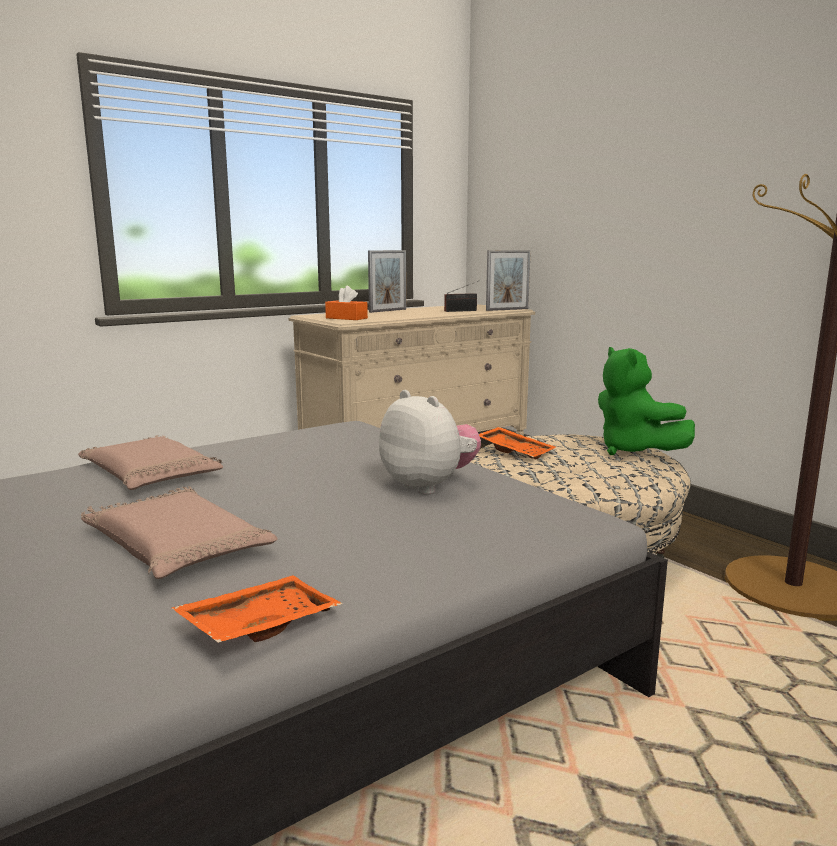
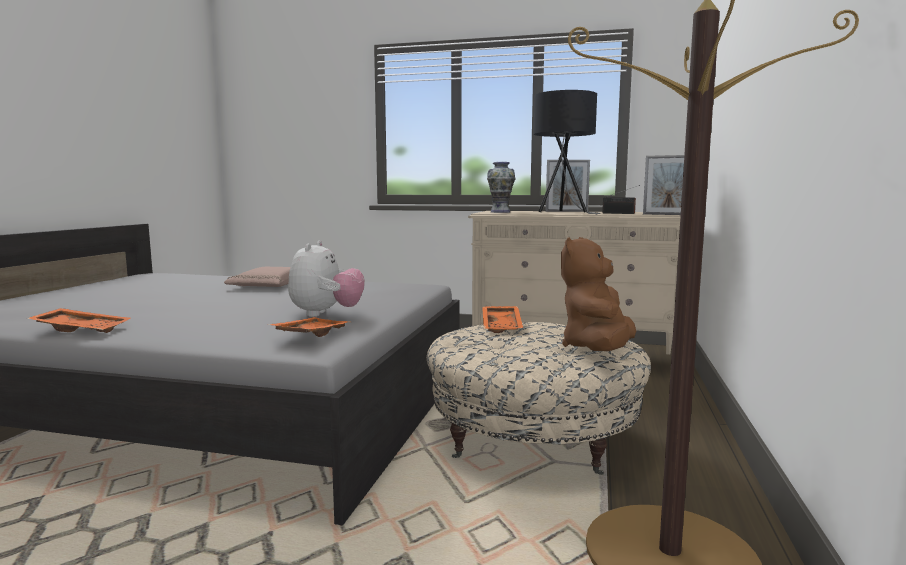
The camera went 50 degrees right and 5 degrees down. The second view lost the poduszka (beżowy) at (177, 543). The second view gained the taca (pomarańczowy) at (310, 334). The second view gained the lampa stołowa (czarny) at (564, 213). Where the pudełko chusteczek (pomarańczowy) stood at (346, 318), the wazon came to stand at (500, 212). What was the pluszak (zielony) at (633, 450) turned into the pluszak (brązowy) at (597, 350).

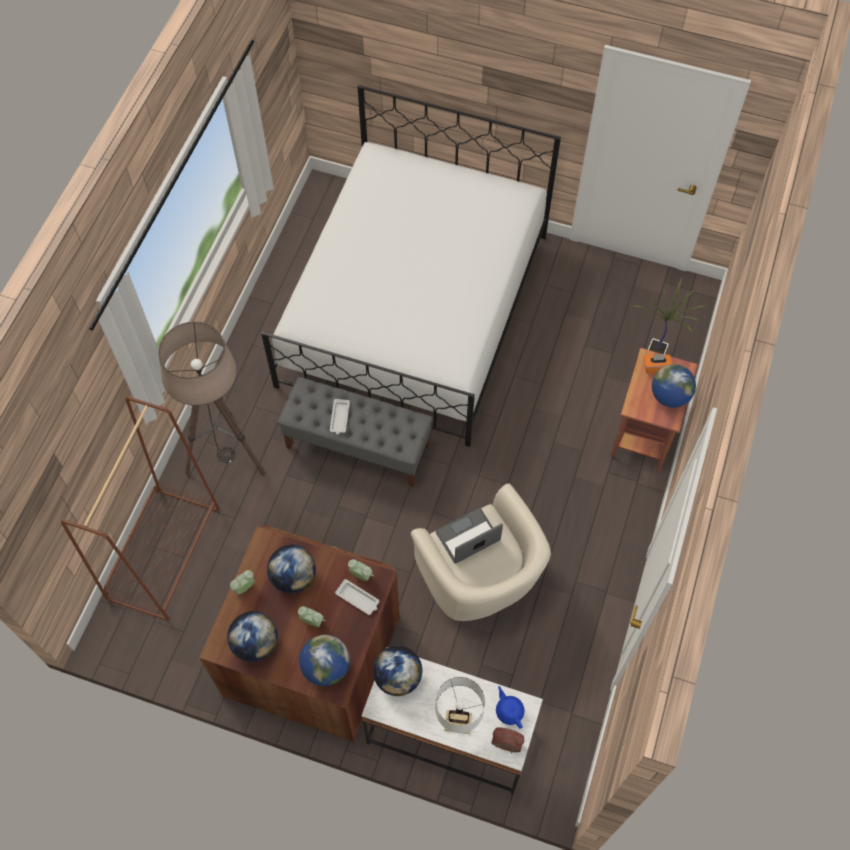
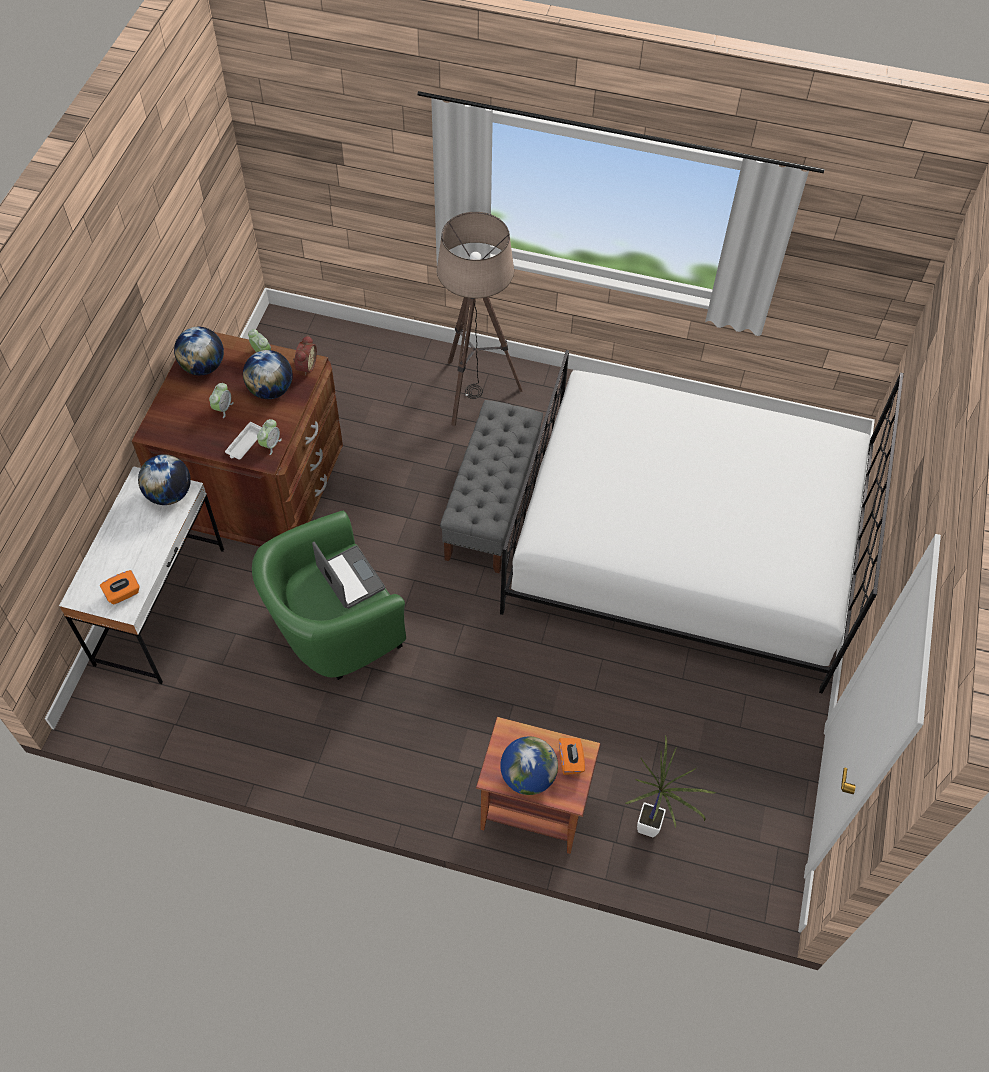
The camera went 85 degrees right and 5 degrees down. The second view lost the wieszak (brązowy) at (164, 554). The second view lost the globus at (326, 667). The second view lost the taca (biały) at (339, 418). The second view lost the lampa stołowa (biały) at (458, 722). The budzik ended up elsewhere, having gone from (506, 745) to (305, 366). Where the imbryk (niebieski) stood at (509, 711), the pudełko chusteczek (pomarańczowy) came to stand at (123, 593). What was the fotel (beżowy) at (480, 580) turned into the fotel (zielony) at (333, 629).

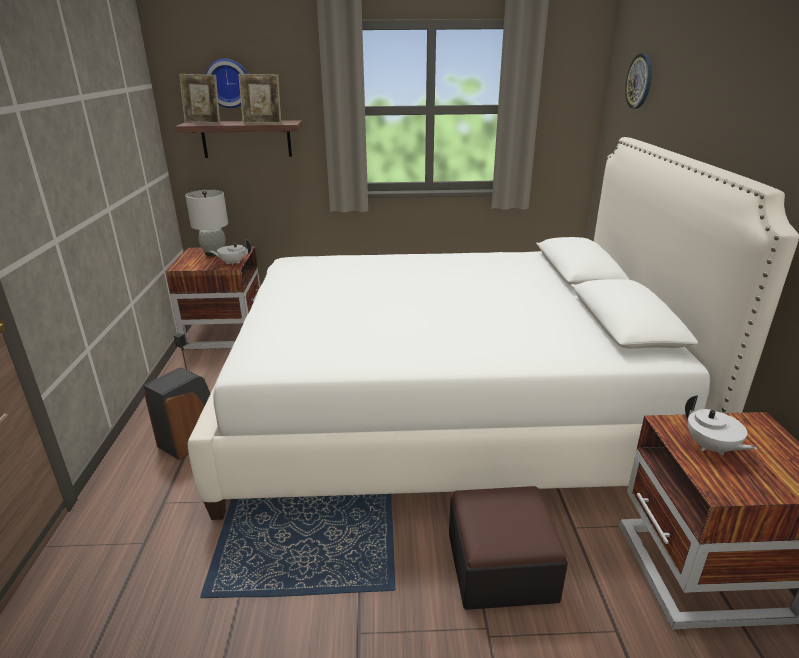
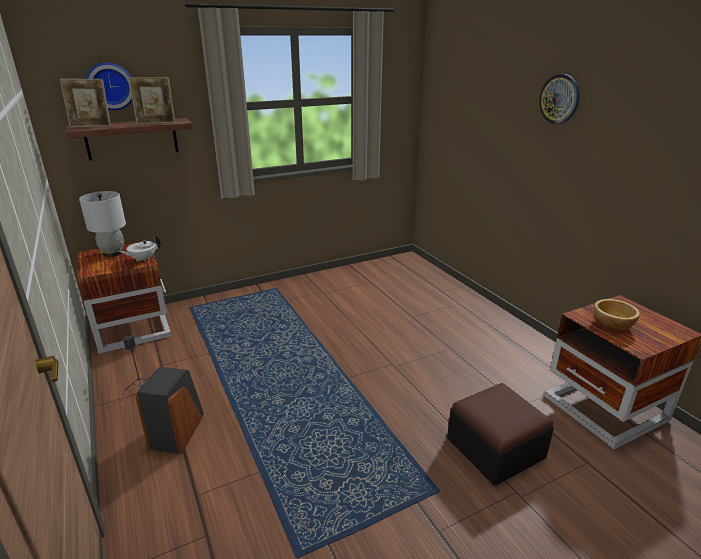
The camera went 25 degrees left and 0 degrees up. The second view lost the łóżko (biały) at (444, 410). The zegar ścienny ended up elsewhere, having gone from (639, 81) to (559, 99). Where the imbryk (biały) stood at (710, 448), the miska came to stand at (613, 324).

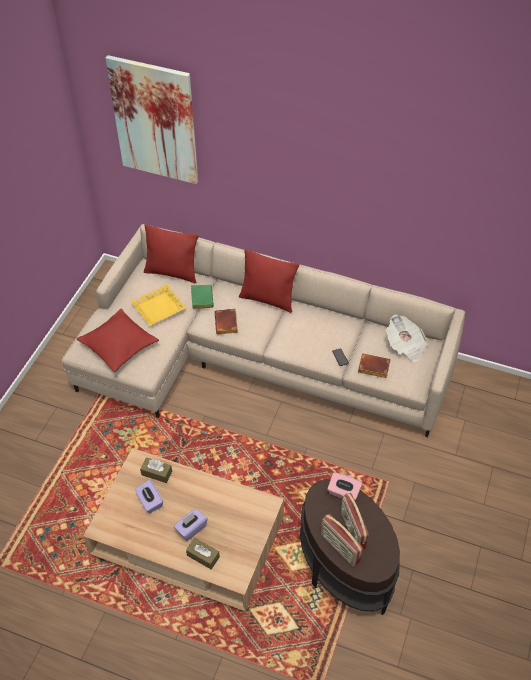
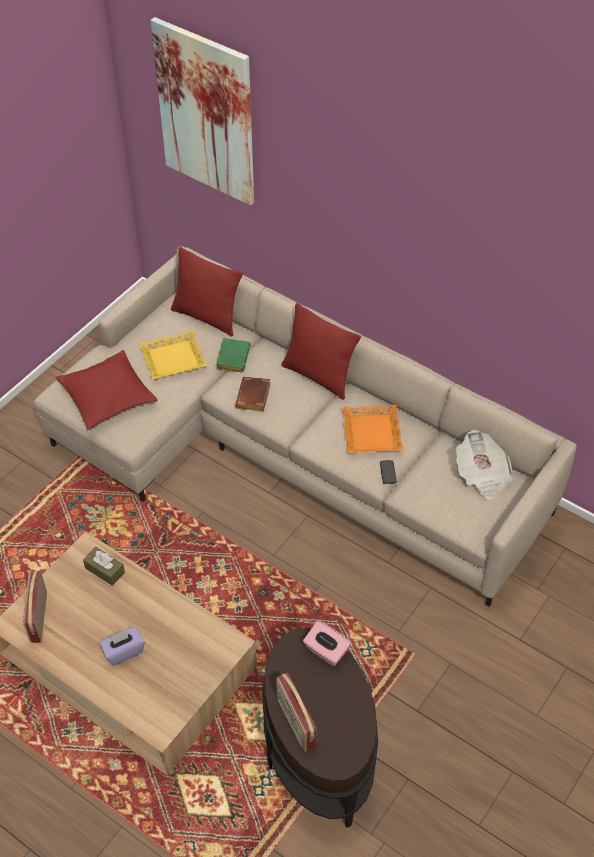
The camera went 15 degrees right and 0 degrees up. The second view lost the pudełko chusteczek (fioletowy) at (150, 502). The second view lost the pudełko chusteczek (brązowy) at (203, 556). The second view lost the książka (brązowy) at (372, 368). The second view gained the taca (pomarańczowy) at (372, 433). The radio ended up elsewhere, having gone from (352, 529) to (38, 617).

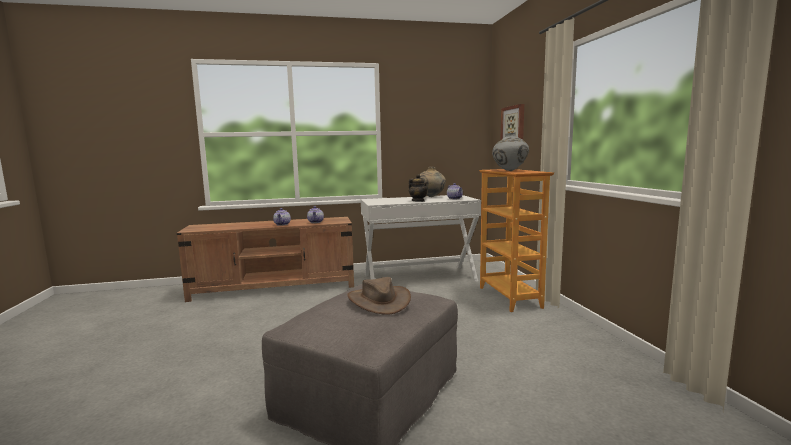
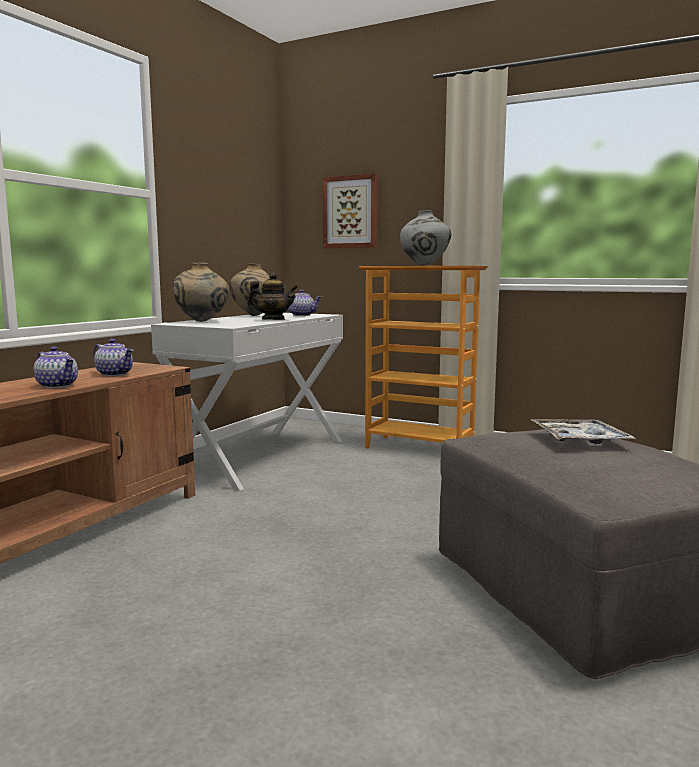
The camera went 50 degrees left and 0 degrees up. The second view gained the wazon (beżowy) at (202, 321). Where the kapelusz (brązowy) stood at (379, 301), the taca came to stand at (579, 440).

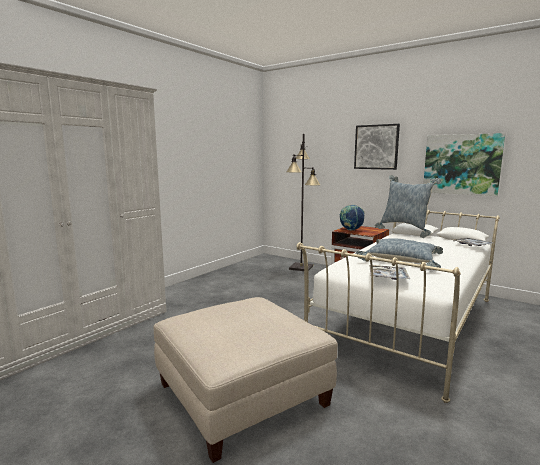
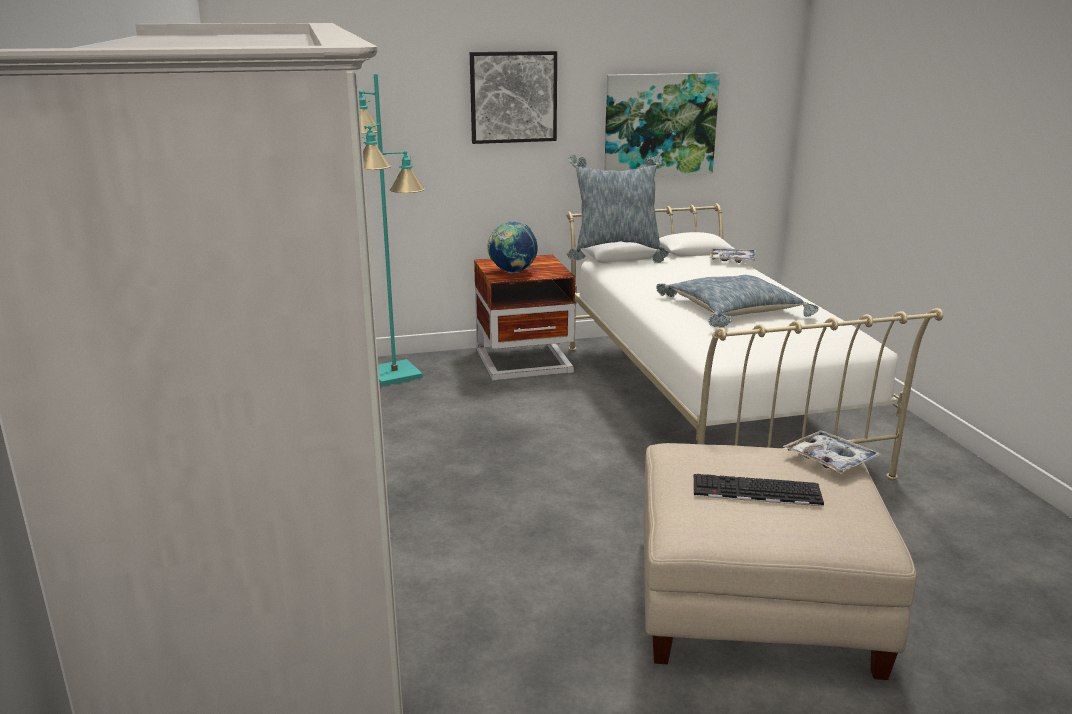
The camera went 50 degrees left and 10 degrees up. The second view gained the klawiatura at (755, 491). The taca ended up elsewhere, having gone from (388, 277) to (830, 459). What was the lampa stojąca (czarny) at (301, 267) turned into the lampa stojąca (turkusowy) at (395, 374).

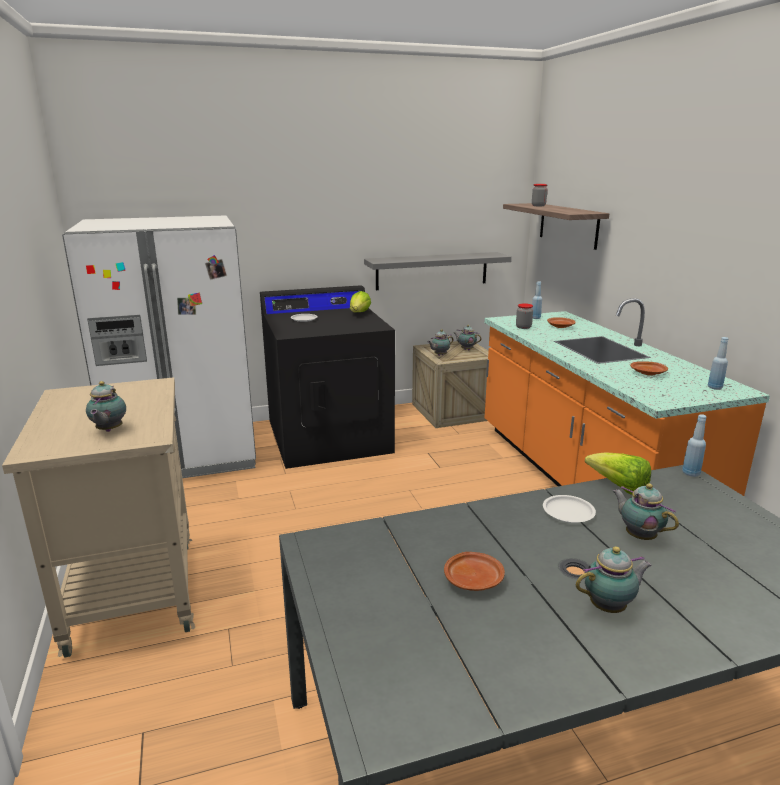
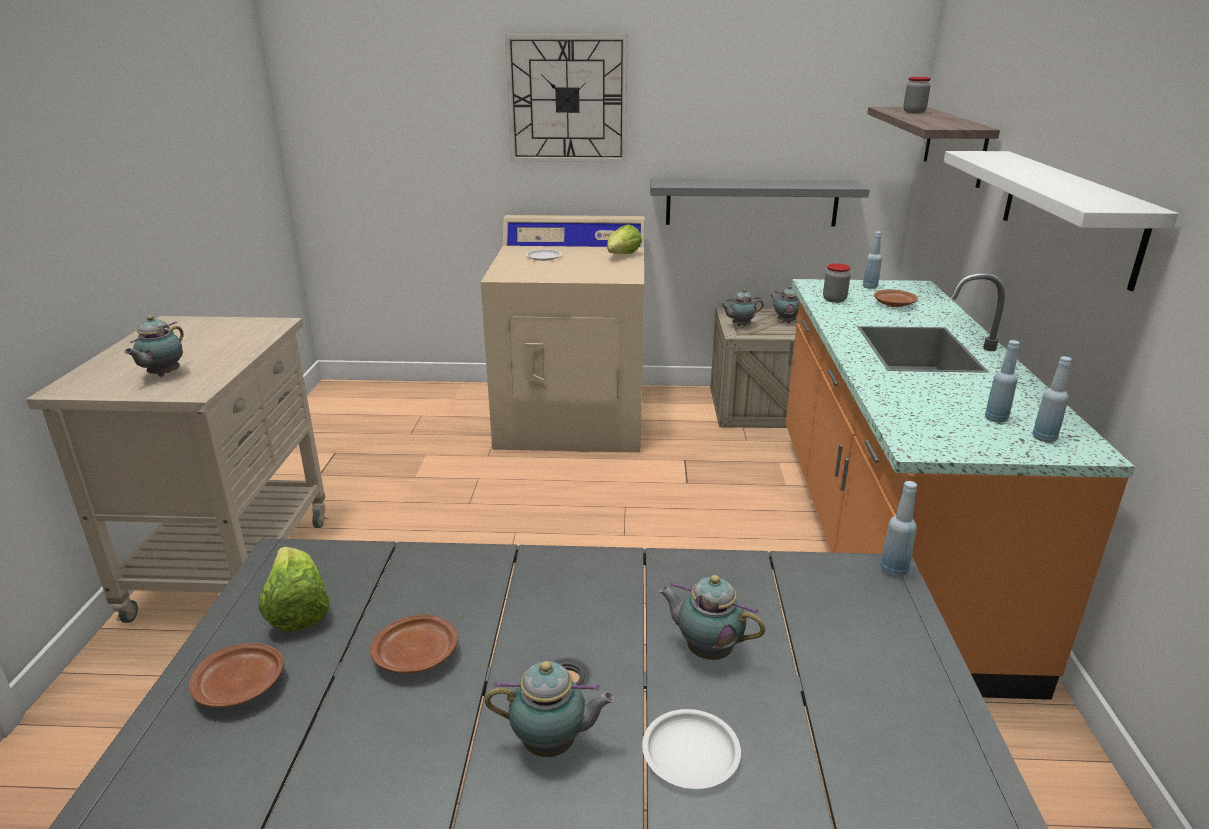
The camera went 20 degrees right and 5 degrees up. The second view lost the lodówka (biały) at (185, 455). The second view gained the zegar ścienny at (567, 99). The second view gained the półka (biały) at (1068, 213). The second view gained the butelka (niebieski) at (996, 419). The talerz (biały) ended up elsewhere, having gone from (568, 512) to (691, 753). The sałata ended up elsewhere, having gone from (618, 488) to (297, 610). The talerz (brązowy) ended up elsewhere, having gone from (648, 373) to (241, 687). What was the pralka (czarny) at (329, 436) turned into the pralka (beżowy) at (573, 415). The imbryk at (638, 536) ended up facing another way, 45 degrees counterclockwise from before.

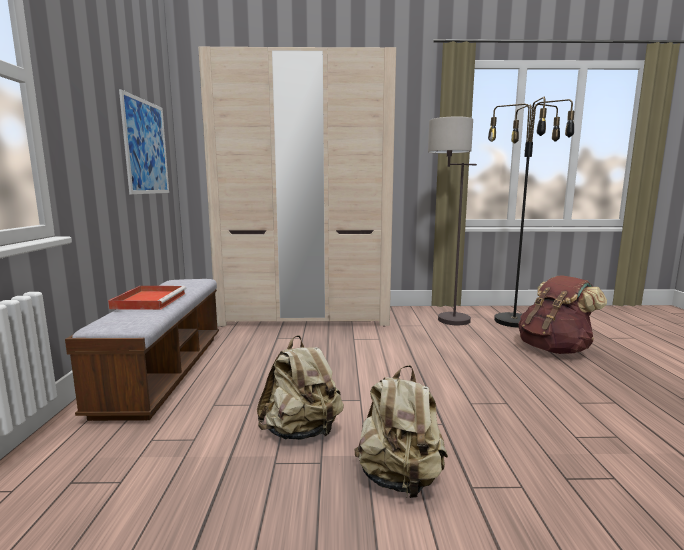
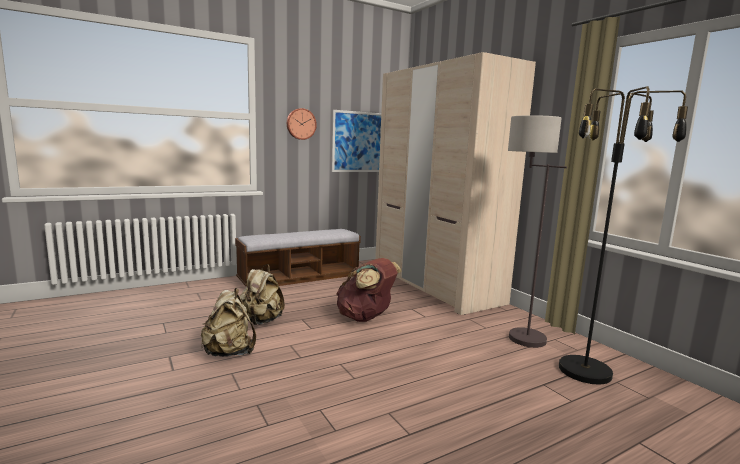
The camera went 60 degrees right and 0 degrees up. The second view lost the taca (czerwony) at (150, 300). The second view gained the zegar ścienny at (301, 124). The plecak (brązowy) ended up elsewhere, having gone from (554, 349) to (366, 318).

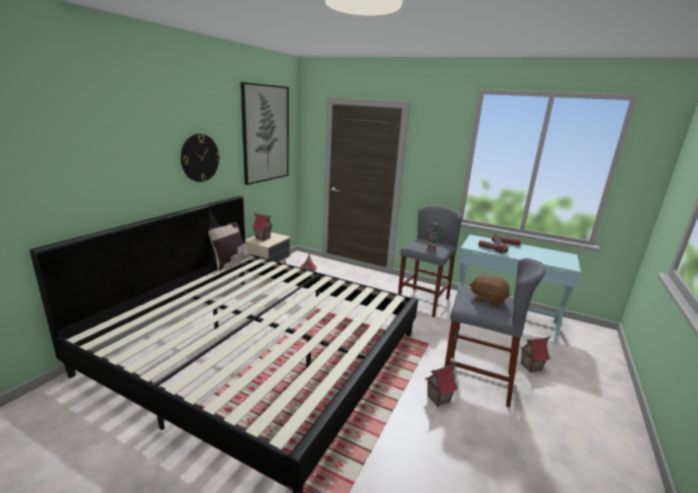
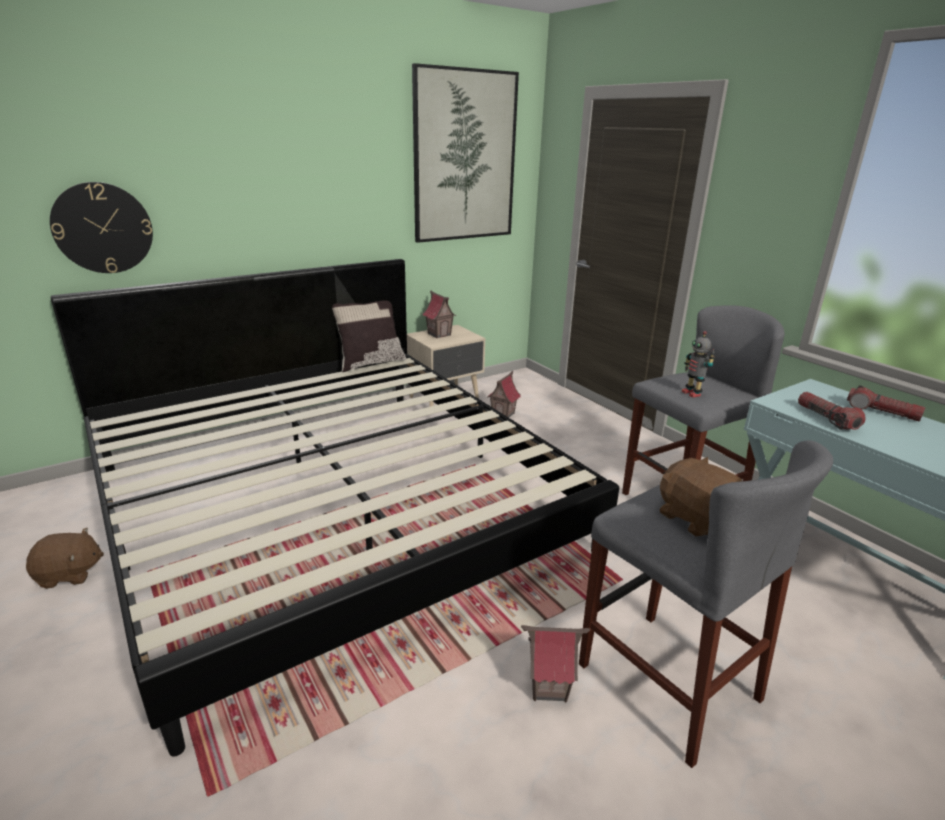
The camera went 30 degrees right and 5 degrees up. The second view lost the domek at (530, 367). The second view gained the pluszak (brązowy) at (69, 574). The zegar ścienny ended up elsewhere, having gone from (200, 158) to (103, 228).

